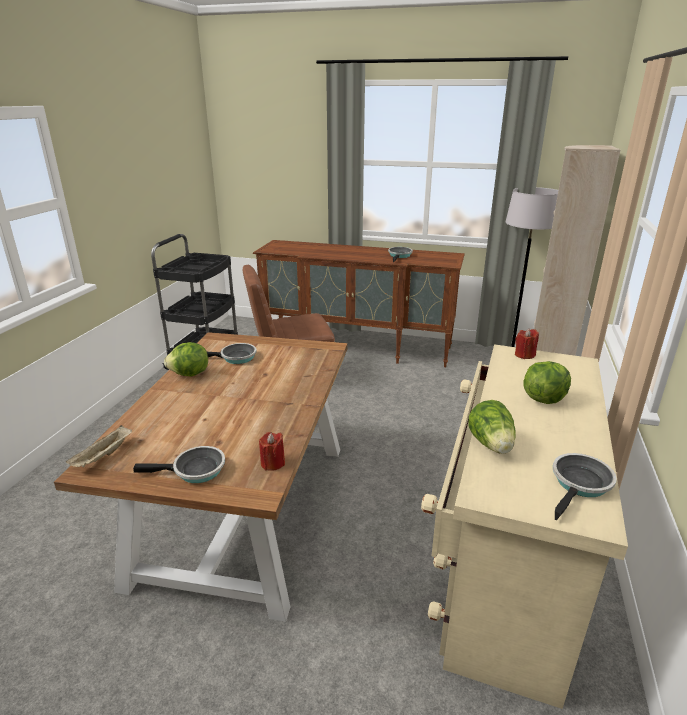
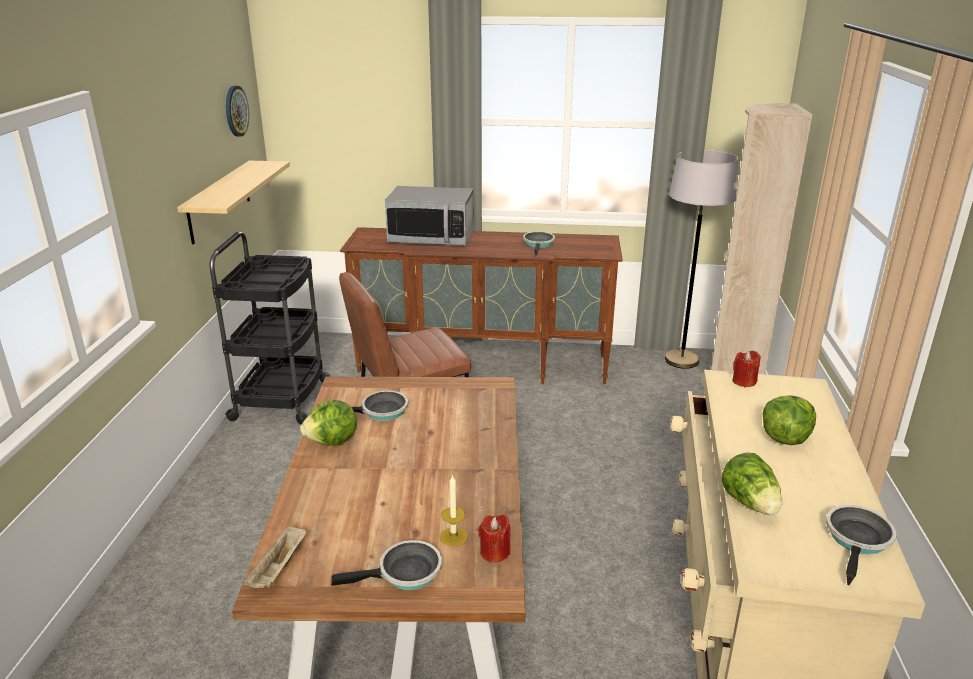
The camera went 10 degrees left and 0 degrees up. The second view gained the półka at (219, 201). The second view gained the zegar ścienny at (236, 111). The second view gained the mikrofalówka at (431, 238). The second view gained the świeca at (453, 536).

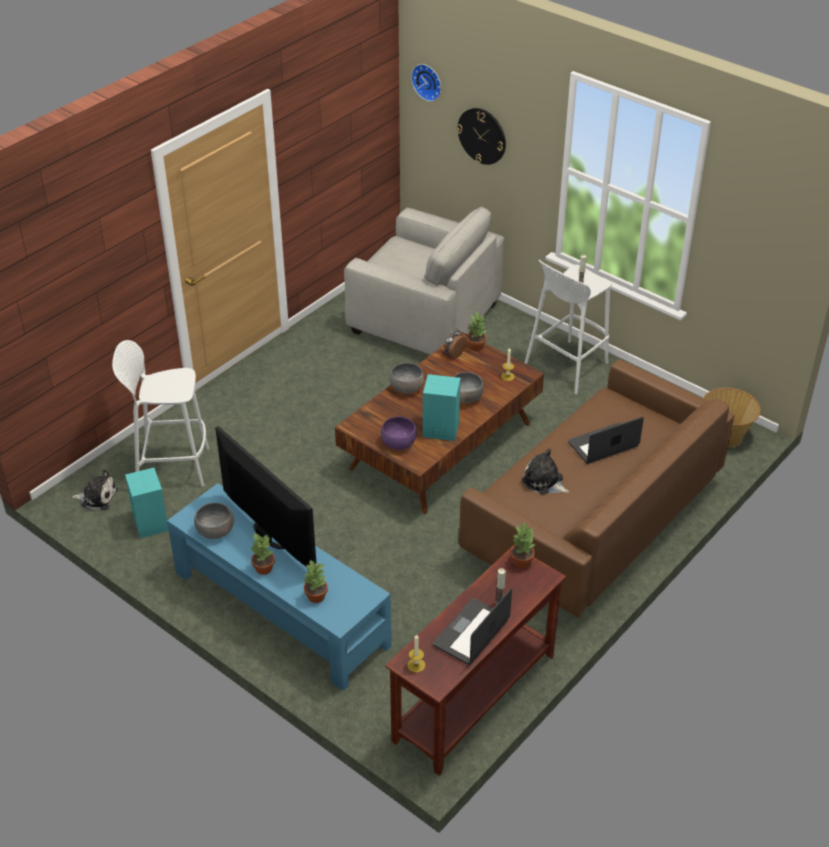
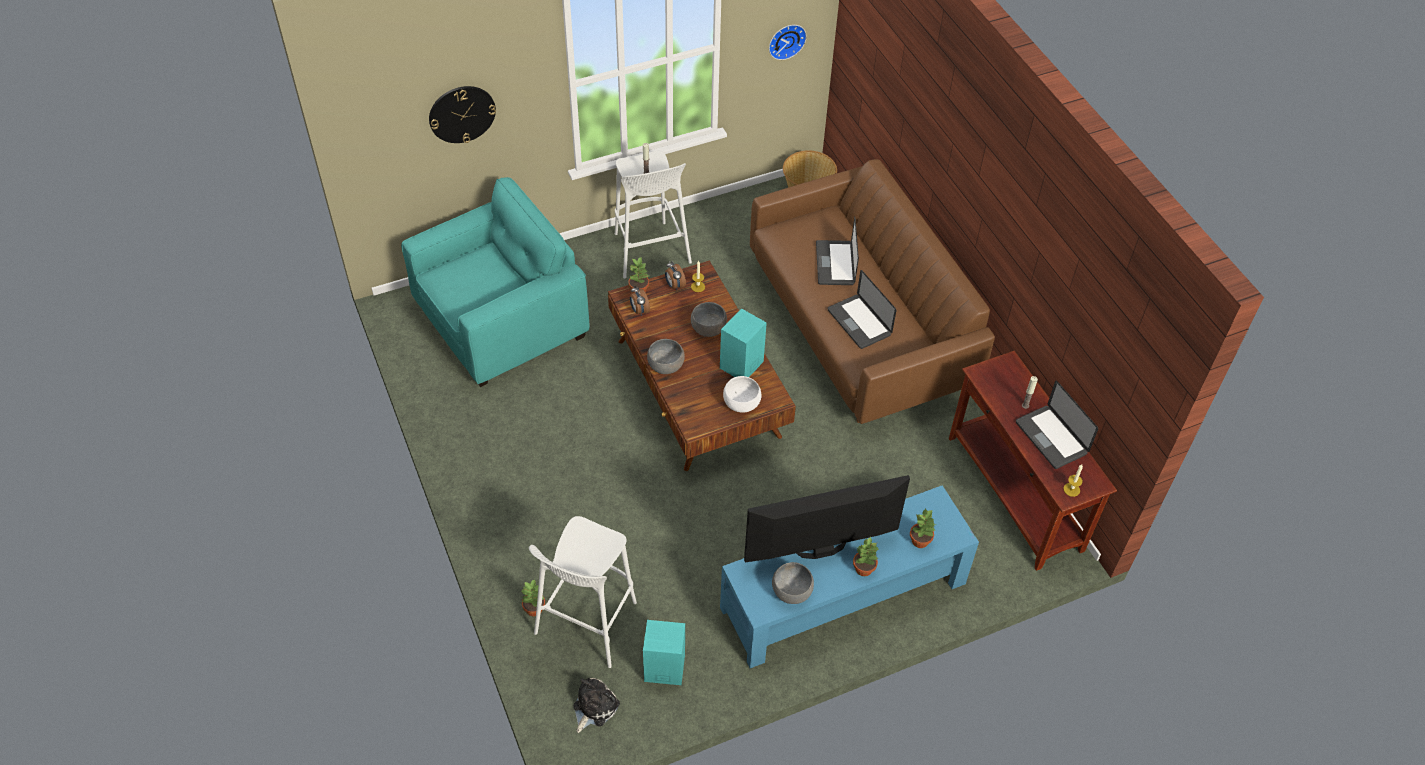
The camera went 65 degrees left and 10 degrees up. The second view gained the budzik at (674, 285). The zegar ścienny ended up elsewhere, having gone from (428, 81) to (786, 40). The roślina doniczkowa ended up elsewhere, having gone from (522, 561) to (534, 608). Where the pluszak stood at (544, 482), the laptop came to stand at (859, 322). What was the fotel (szary) at (424, 319) turned into the fotel (turkusowy) at (501, 322). What was the miska (fioletowy) at (398, 443) turned into the miska (biały) at (741, 403).

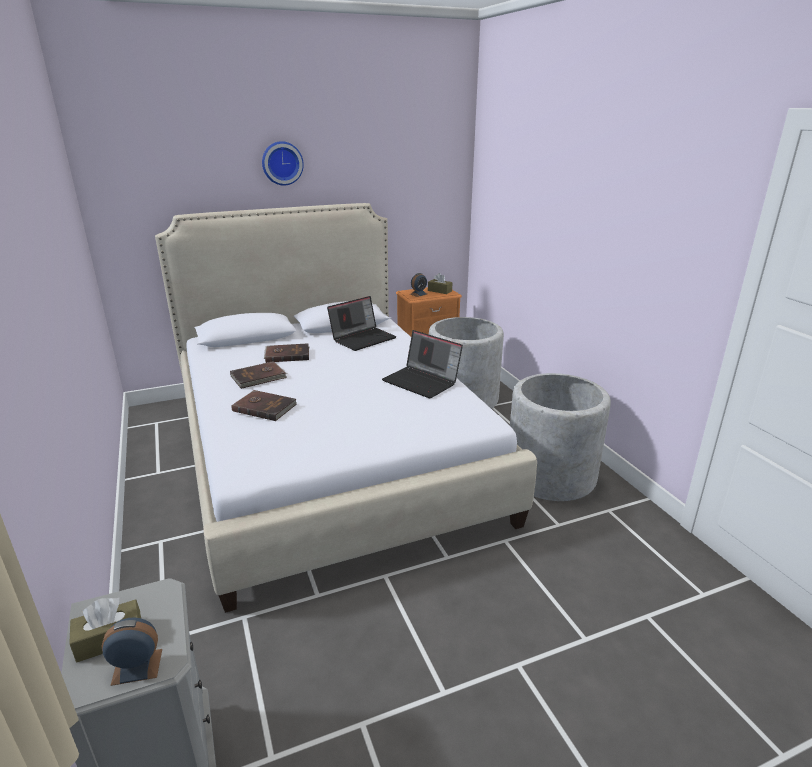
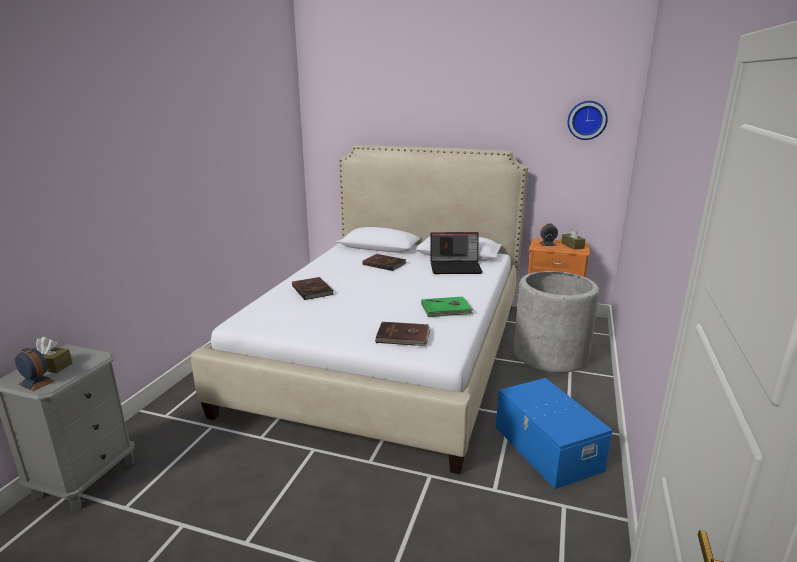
The camera went 40 degrees right and 5 degrees down. The książka (brązowy) ended up elsewhere, having gone from (259, 377) to (403, 337). The zegar ścienny ended up elsewhere, having gone from (282, 163) to (587, 120). Where the laptop stood at (422, 381), the książka (zielony) came to stand at (446, 309). Where the donica (szary) stood at (550, 475), the pojemnik do przechowywania (niebieski) came to stand at (546, 449).

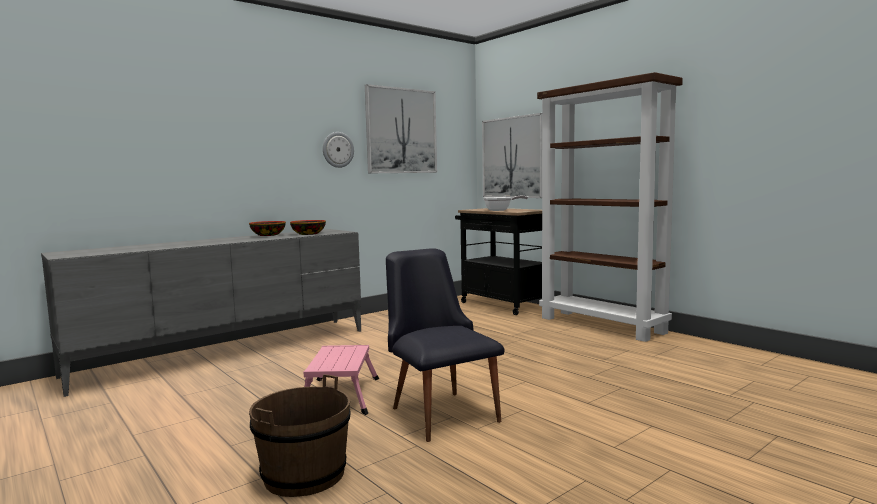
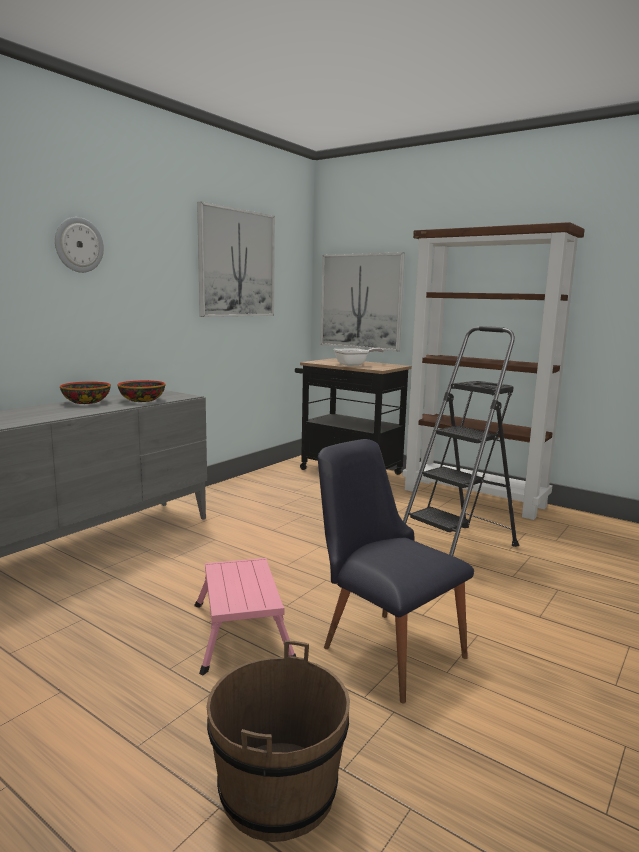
The camera went 15 degrees left and 5 degrees up. The second view gained the drabinka at (457, 549). The zegar ścienny ended up elsewhere, having gone from (337, 149) to (78, 245).

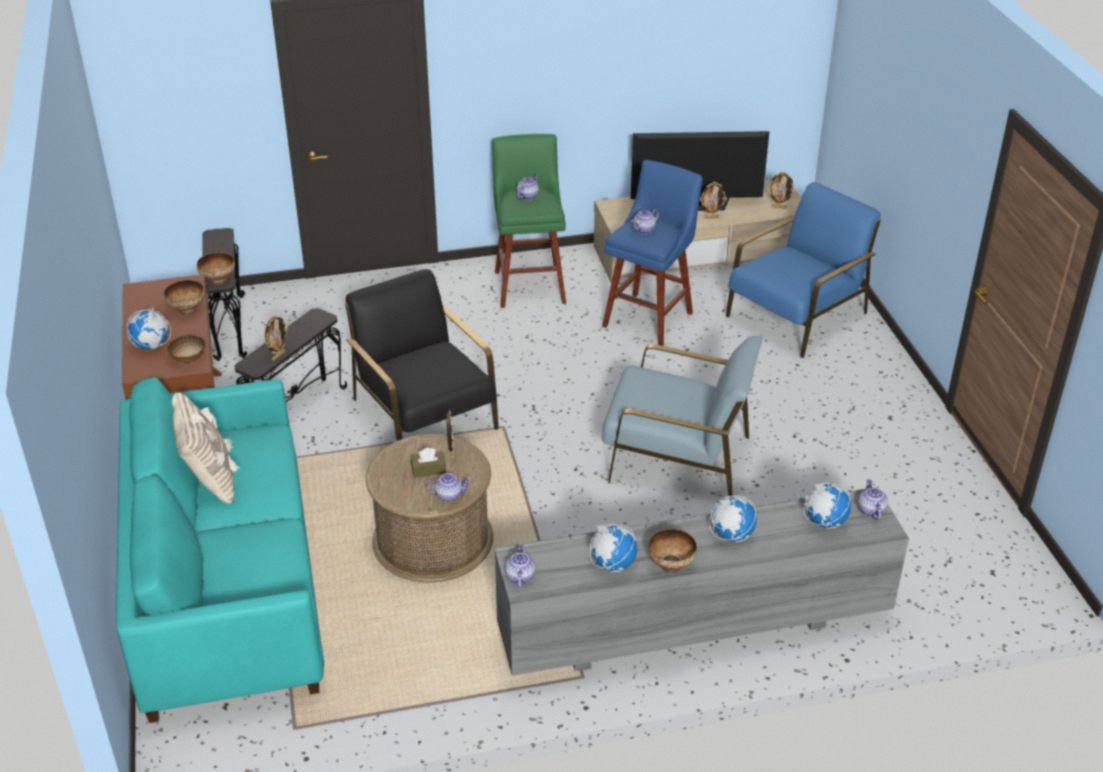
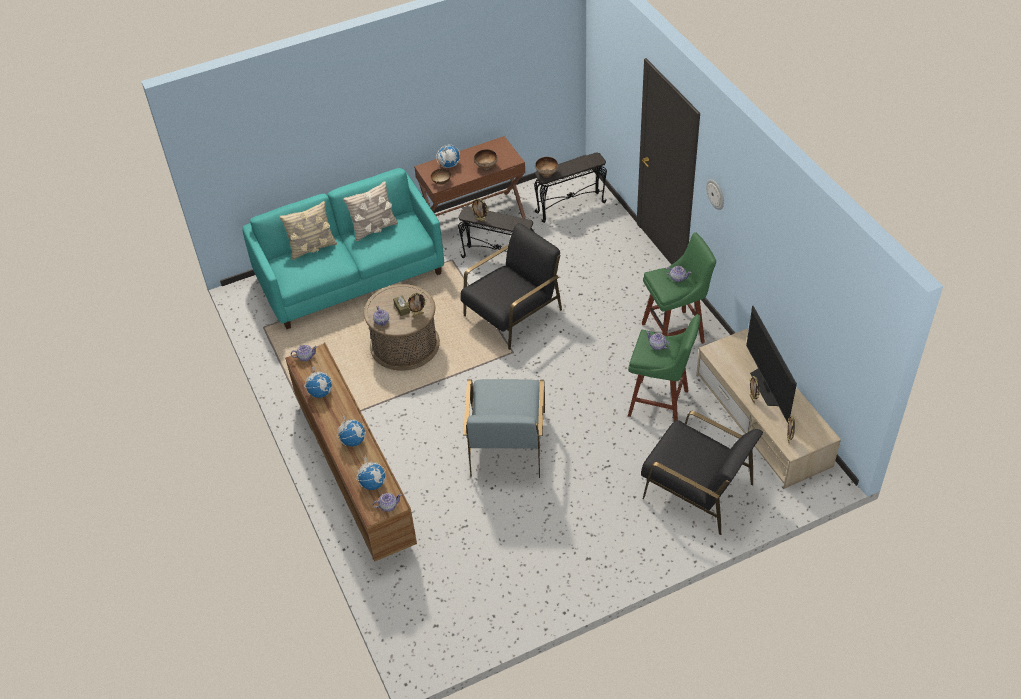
The camera went 80 degrees right and 10 degrees up. The second view lost the miska at (671, 565). The second view gained the poduszka (beżowy) at (312, 248). The second view gained the zegar ścienny at (716, 194). What was the szafka (szary) at (695, 631) turned into the szafka (brązowy) at (354, 473). What was the stołek (niebieski) at (649, 318) turned into the stołek (zielony) at (660, 404). What was the fotel (niebieski) at (797, 317) turned into the fotel (czarny) at (696, 490).

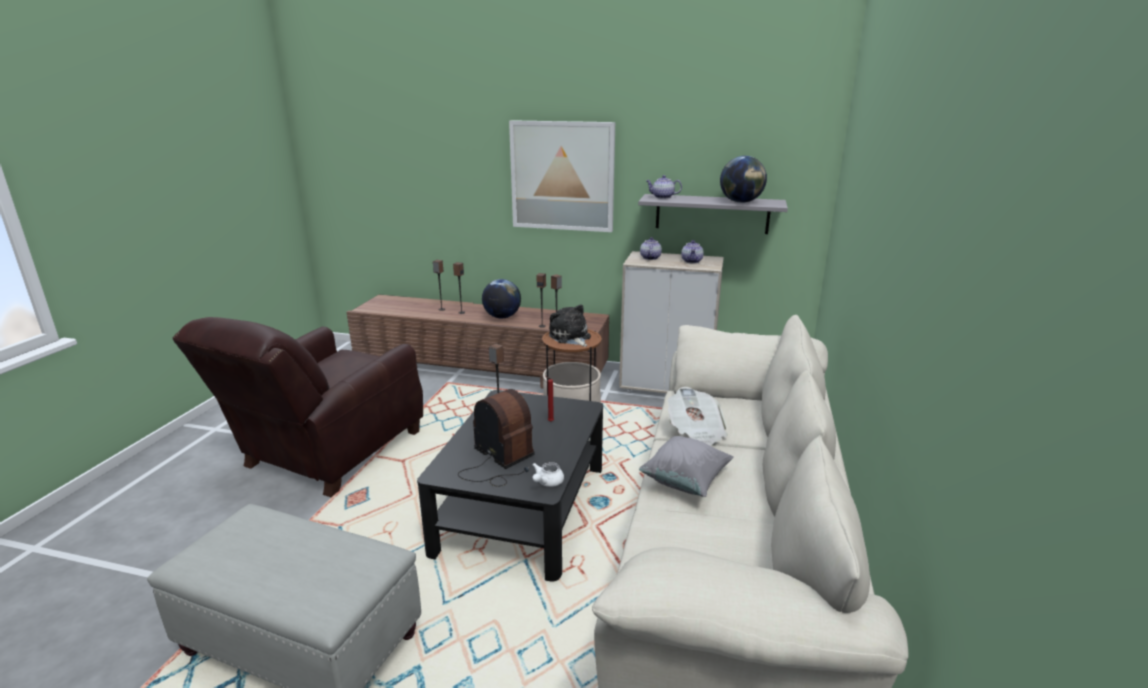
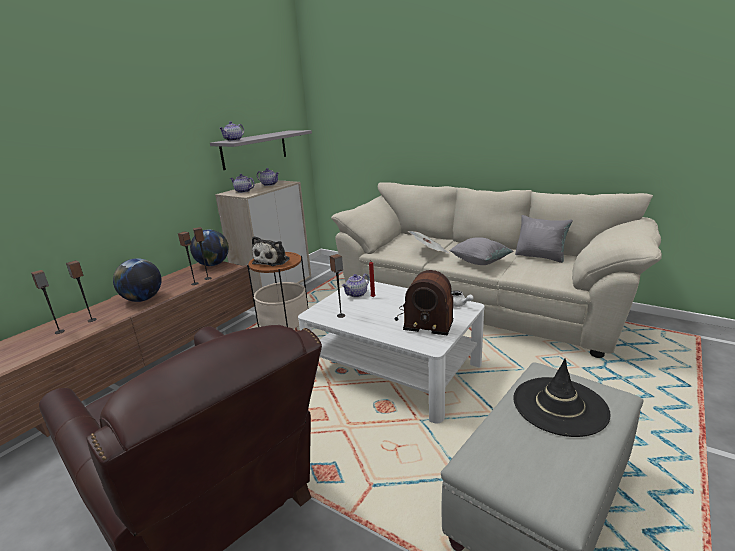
The camera went 70 degrees left and 0 degrees up. The second view lost the obraz at (562, 176). The second view gained the imbryk at (357, 294). The second view gained the kapelusz (czarny) at (559, 406). The second view gained the poduszka (szary) at (540, 257). The globus ended up elsewhere, having gone from (741, 202) to (213, 264). What was the ława (czarny) at (522, 508) turned into the ława (biały) at (393, 369). The radio at (499, 462) ended up facing another way, 135 degrees counterclockwise from before. The pluszak at (570, 337) ended up facing another way, 60 degrees counterclockwise from before.

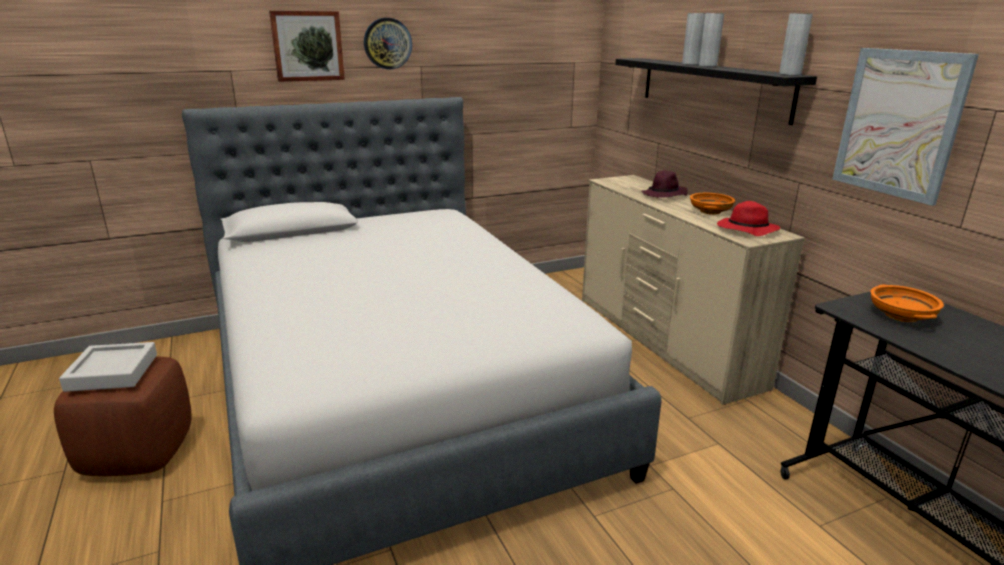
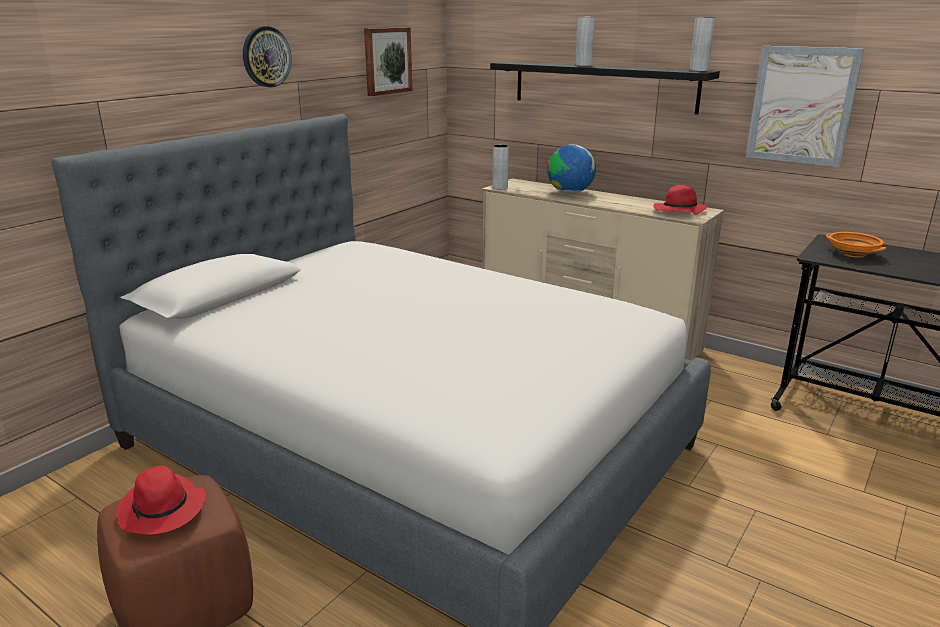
The camera went 30 degrees left and 0 degrees up. The second view lost the miska (pomarańczowy) at (710, 211). The obraz ended up elsewhere, having gone from (307, 46) to (387, 61). The wazon (szary) ended up elsewhere, having gone from (707, 66) to (500, 187). Where the taca (szary) stood at (112, 372), the kapelusz (czerwony) came to stand at (163, 510). Where the kapelusz (fioletowy) stood at (664, 195), the globus came to stand at (570, 192).

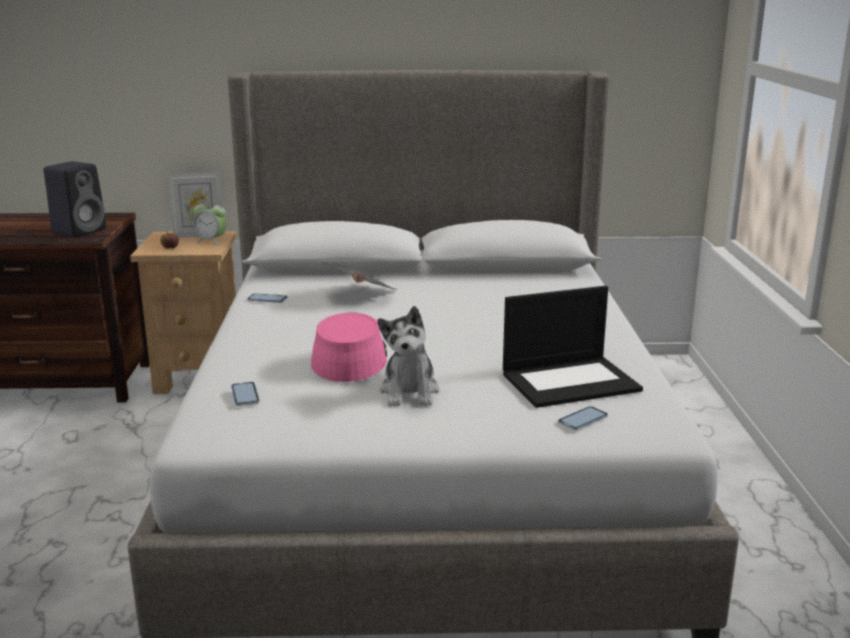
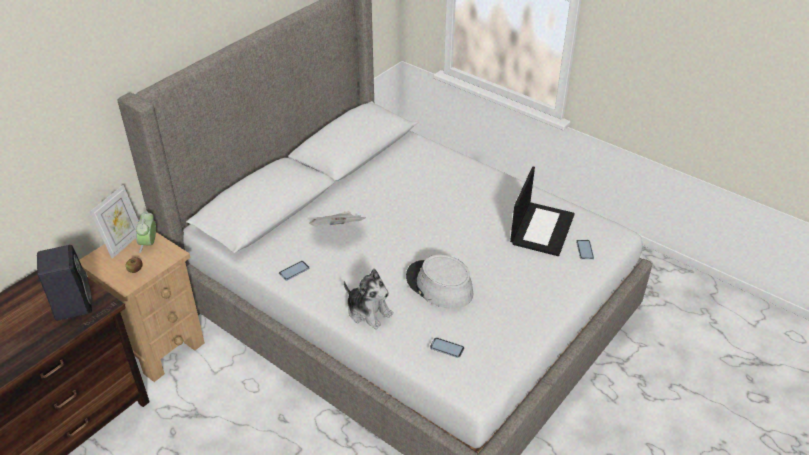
The camera went 50 degrees left and 20 degrees up. The pluszak ended up elsewhere, having gone from (410, 392) to (368, 312). What was the kapelusz (różowy) at (349, 358) turned into the kapelusz (szary) at (439, 285). The budzik at (211, 241) ended up facing another way, 120 degrees clockwise from before.

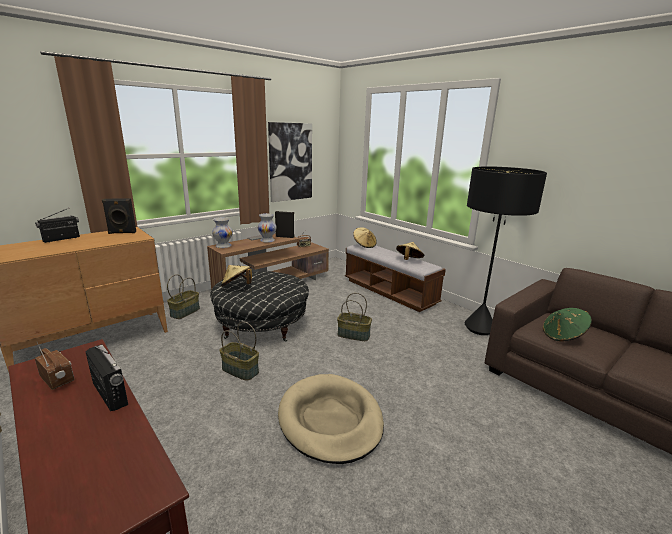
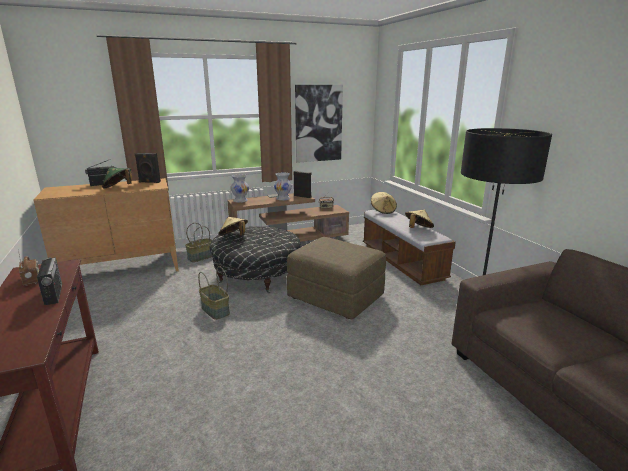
The camera went 20 degrees right and 0 degrees up. The second view lost the legowisko (beżowy) at (330, 420). The kapelusz (zielony) ended up elsewhere, having gone from (563, 336) to (118, 188). Where the koszyk stood at (354, 335), the pufa (brązowy) came to stand at (336, 297).

